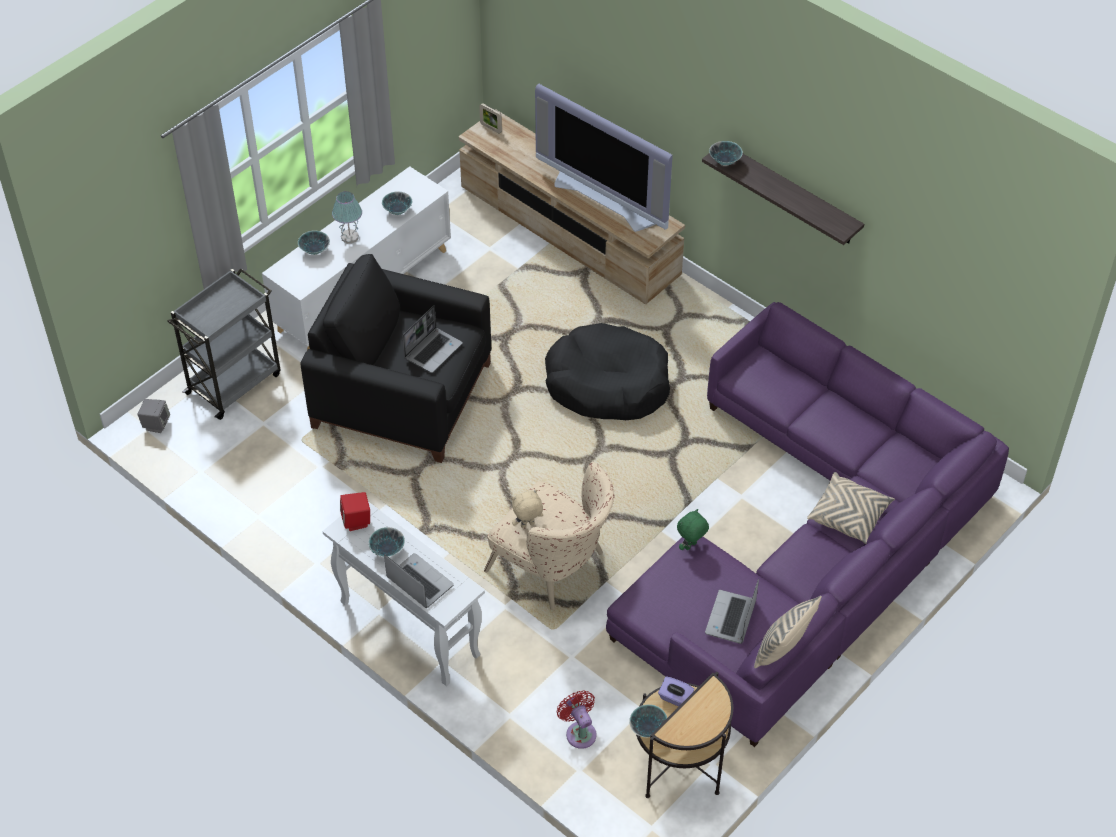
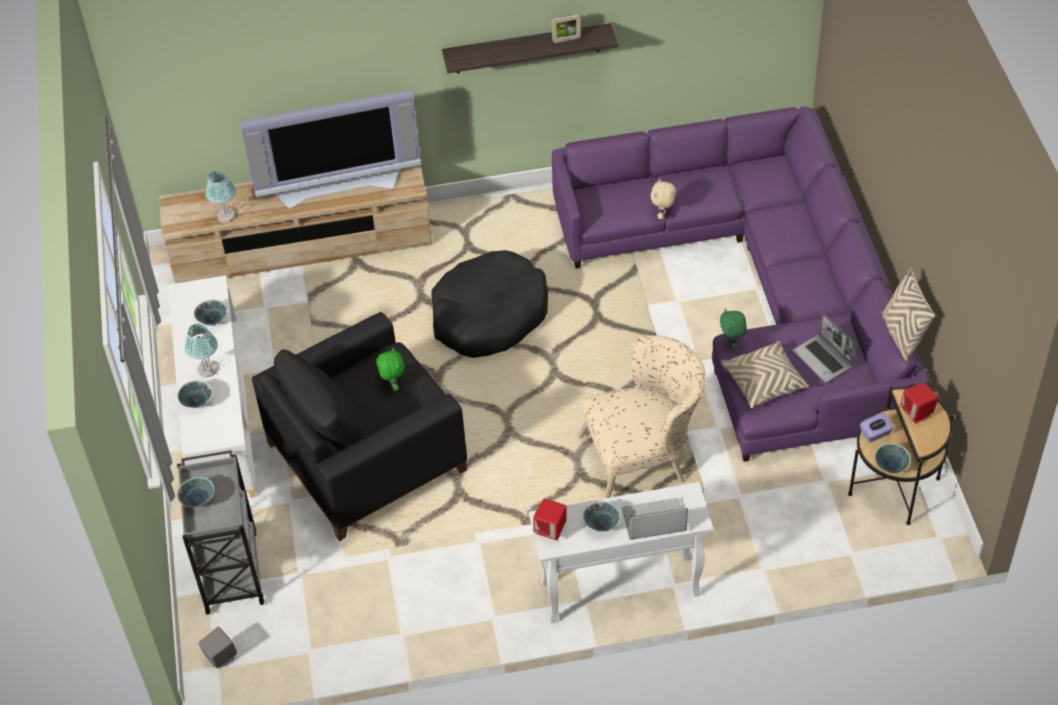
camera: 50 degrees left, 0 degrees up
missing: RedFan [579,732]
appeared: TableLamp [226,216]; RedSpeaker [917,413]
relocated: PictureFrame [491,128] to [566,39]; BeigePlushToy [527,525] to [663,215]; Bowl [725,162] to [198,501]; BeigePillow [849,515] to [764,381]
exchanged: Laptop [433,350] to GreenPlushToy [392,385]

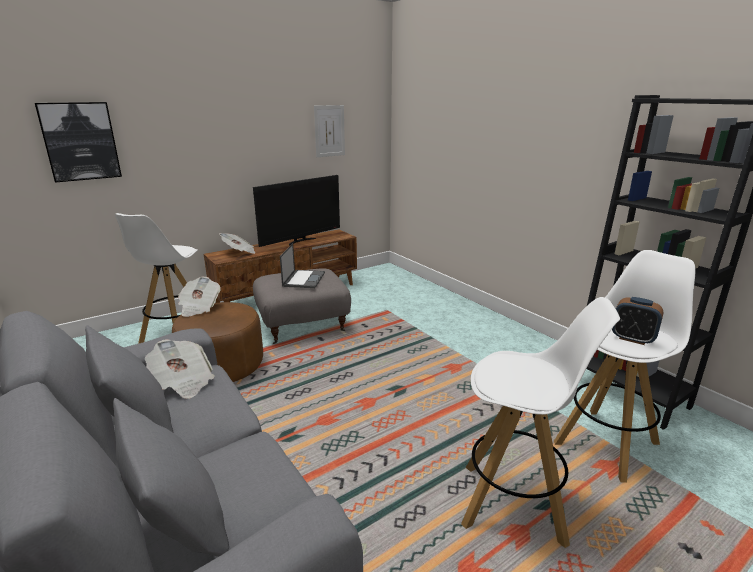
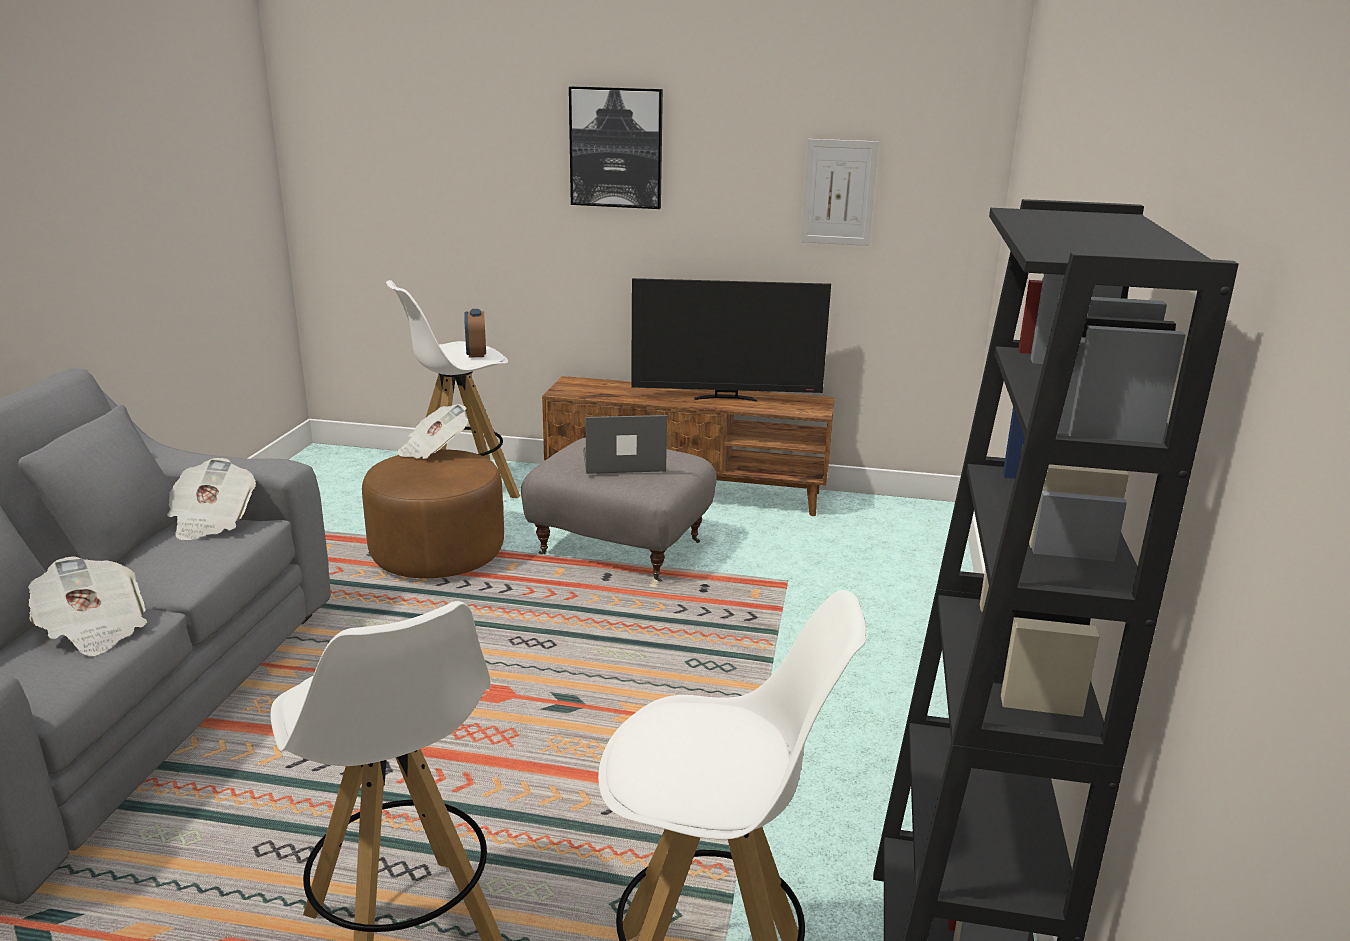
camera: 45 degrees right, 0 degrees up
relocated: Picture [80,141] to [616,148]; Newspaper [239,252] to [93,630]; AlarmClock [632,339] to [476,354]
spun: Laptop [304,279] = [622,461] 150 degrees counterclockwise

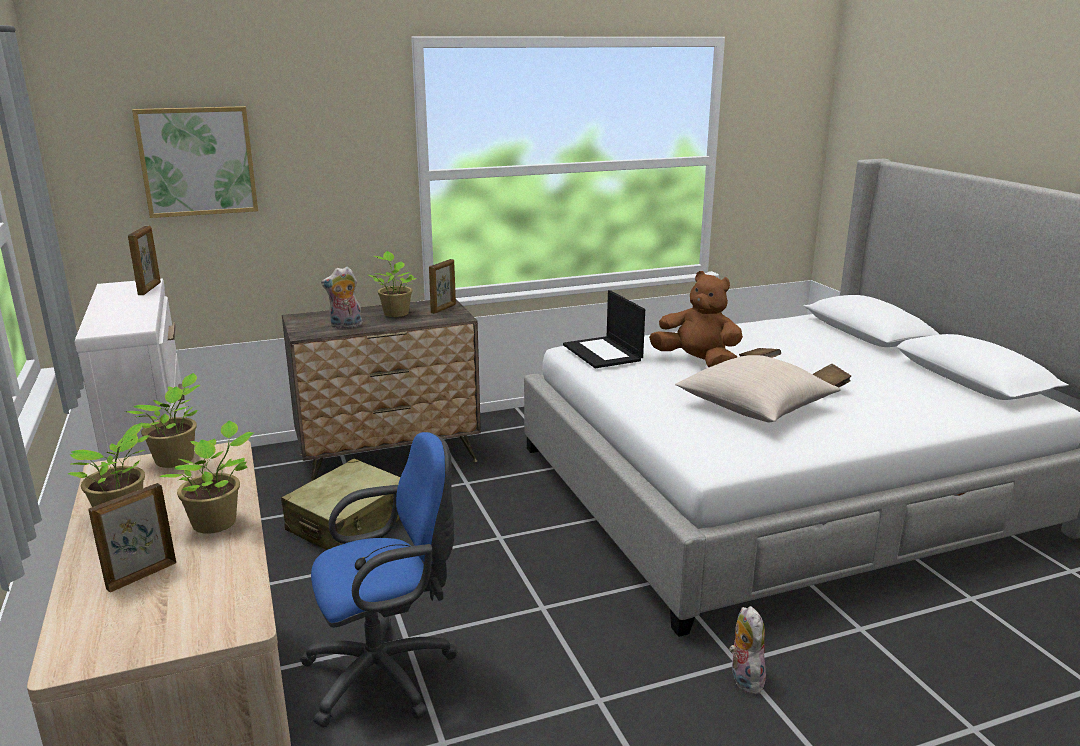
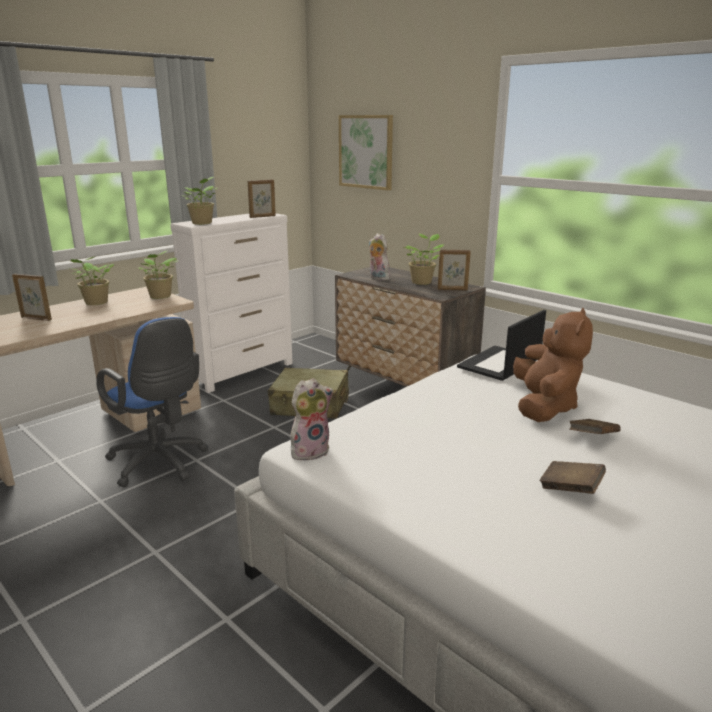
camera: 65 degrees right, 0 degrees up
missing: BeigePillow [755,407]
relocated: PottedPlant [218,523] to [202,223]; PlushToy [743,678] to [310,451]

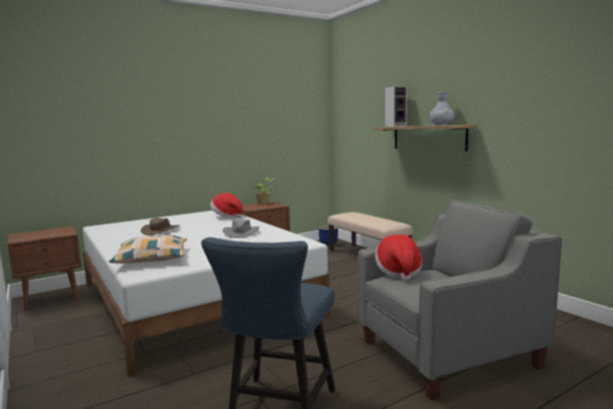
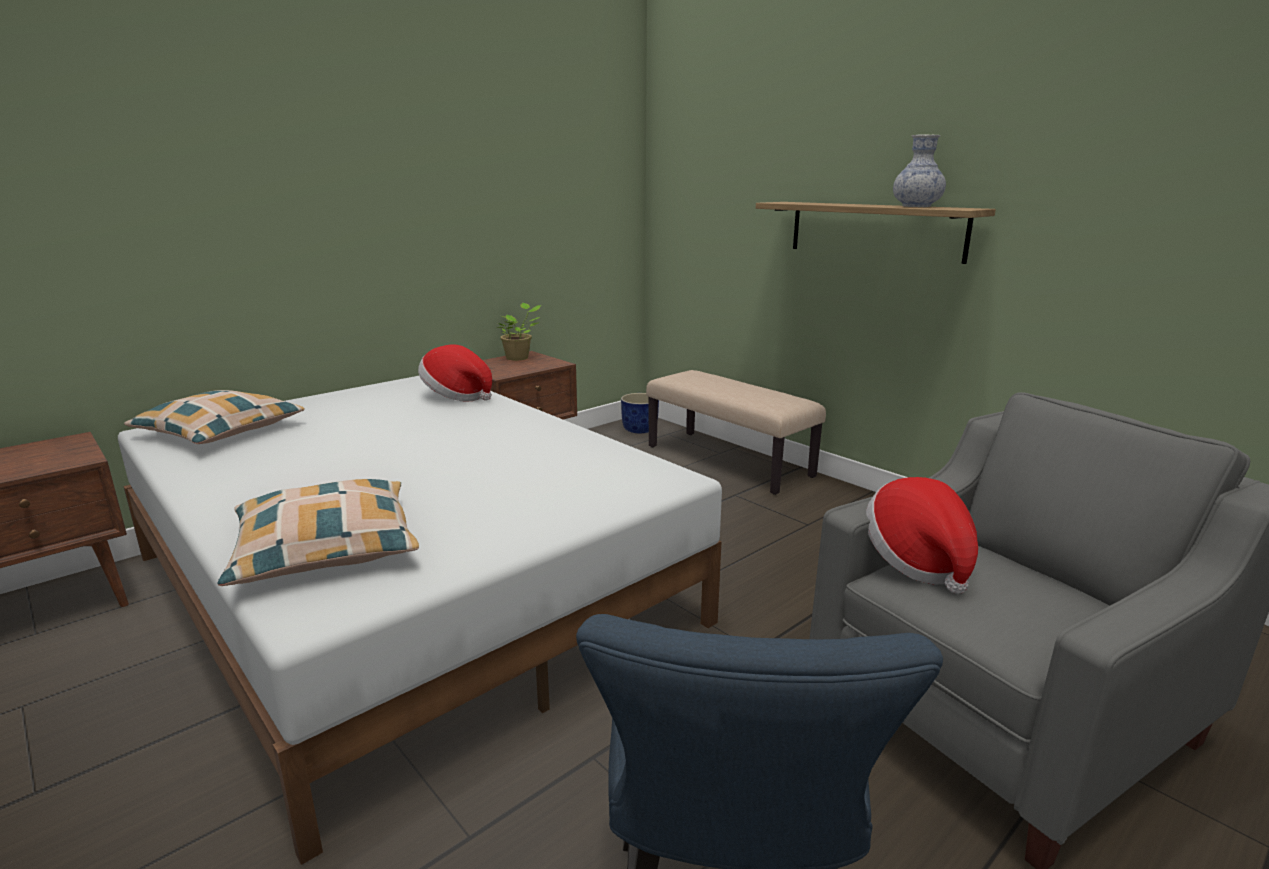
camera: 10 degrees left, 10 degrees up
missing: BrownHat [161,230]; GreyHat [241,232]; Speaker [396,126]
appeared: Pillow [220,431]

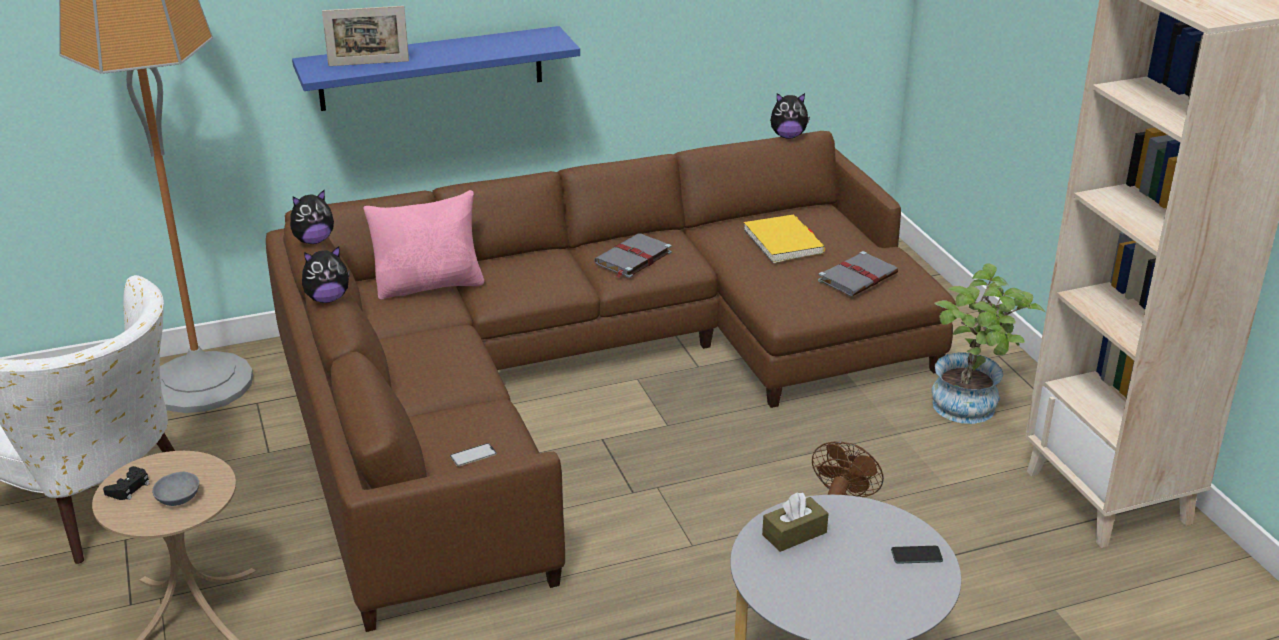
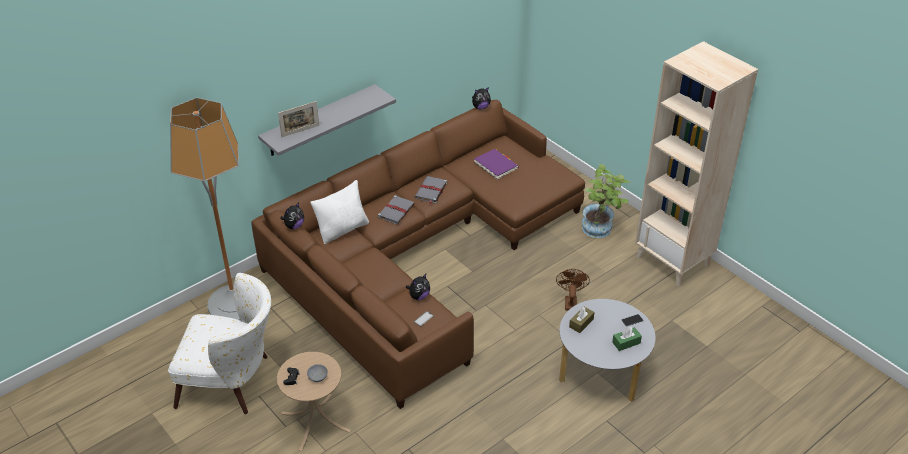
camera: 20 degrees left, 10 degrees up
appeared: GreenTissueBox [626,342]
relocated: PlushToy [327,299] to [419,296]; GreyBook [858,277] to [396,210]
colour: BlueShelf [431,68] to GreyShelf [319,120]; PinkPillow [429,285] to WhitePillow [343,229]; YellowBook [783,242] to PurpleBook [496,165]

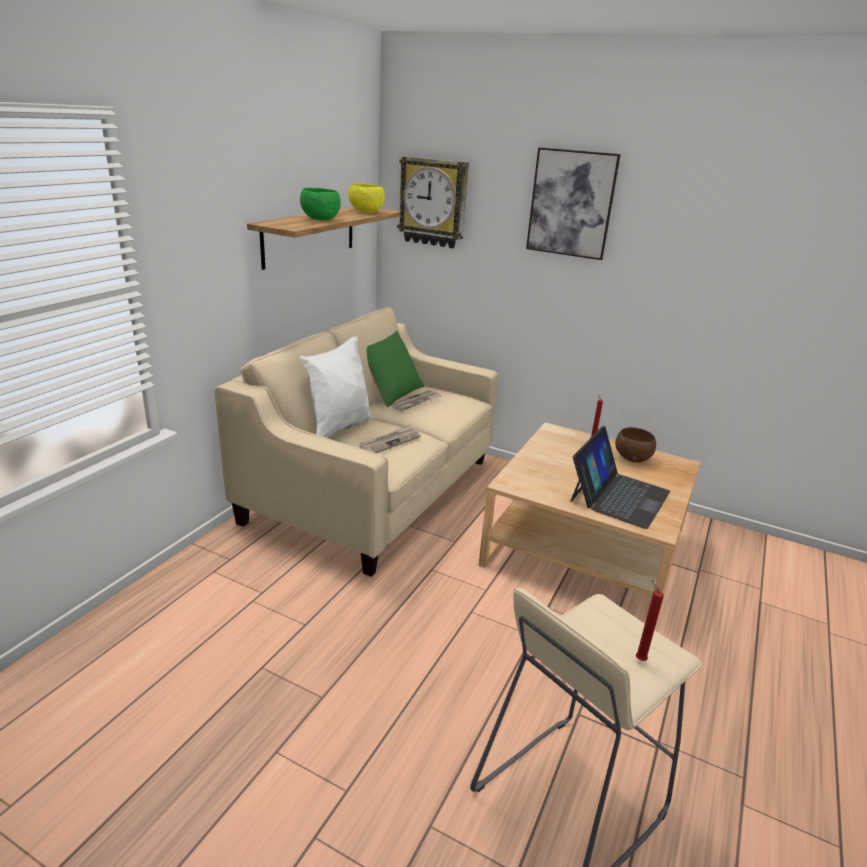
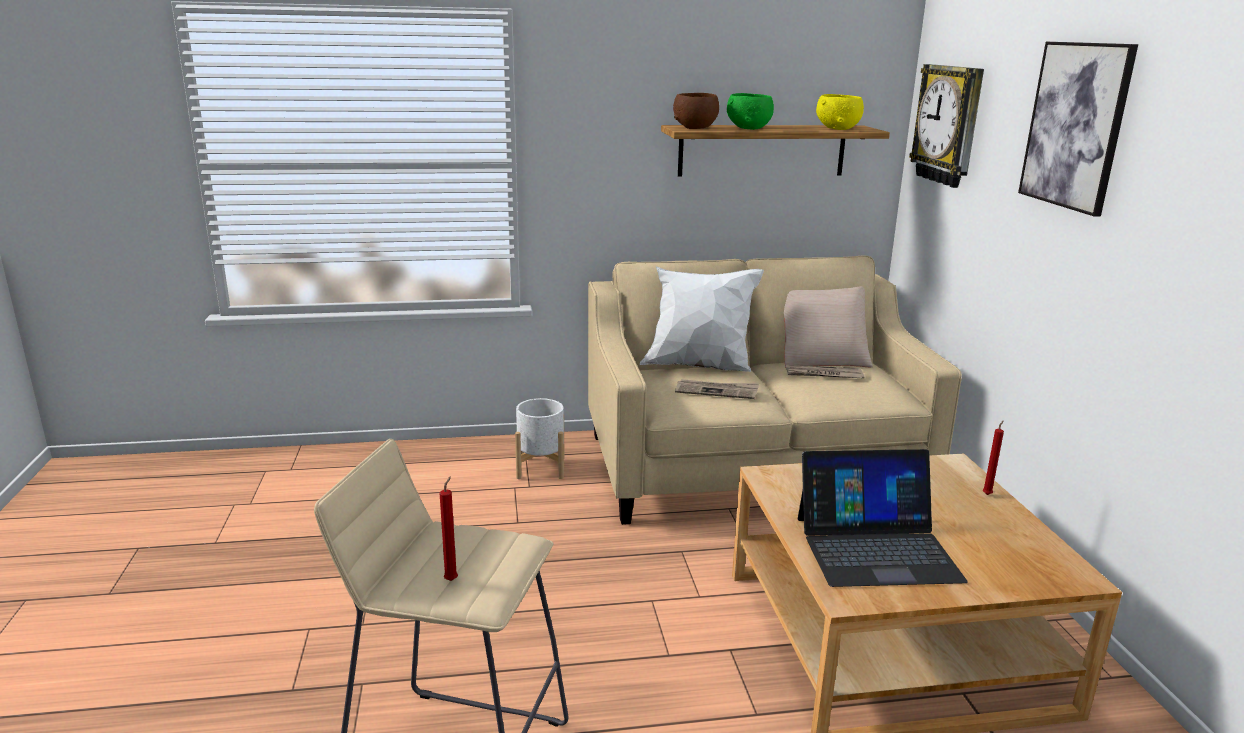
camera: 55 degrees right, 5 degrees down
appeared: WhitePlanter [540,468]
relocated: BrownBowl [633,458] to [695,128]
colour: GreenPillow [390,391] to BeigePillow [821,359]

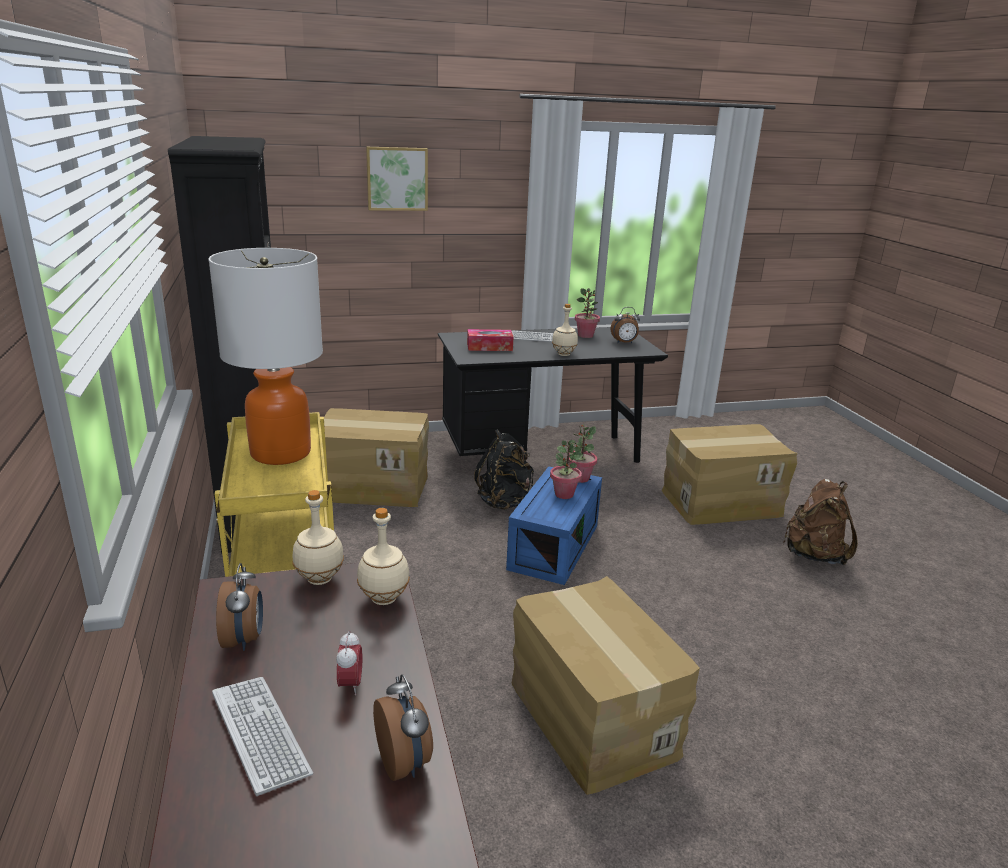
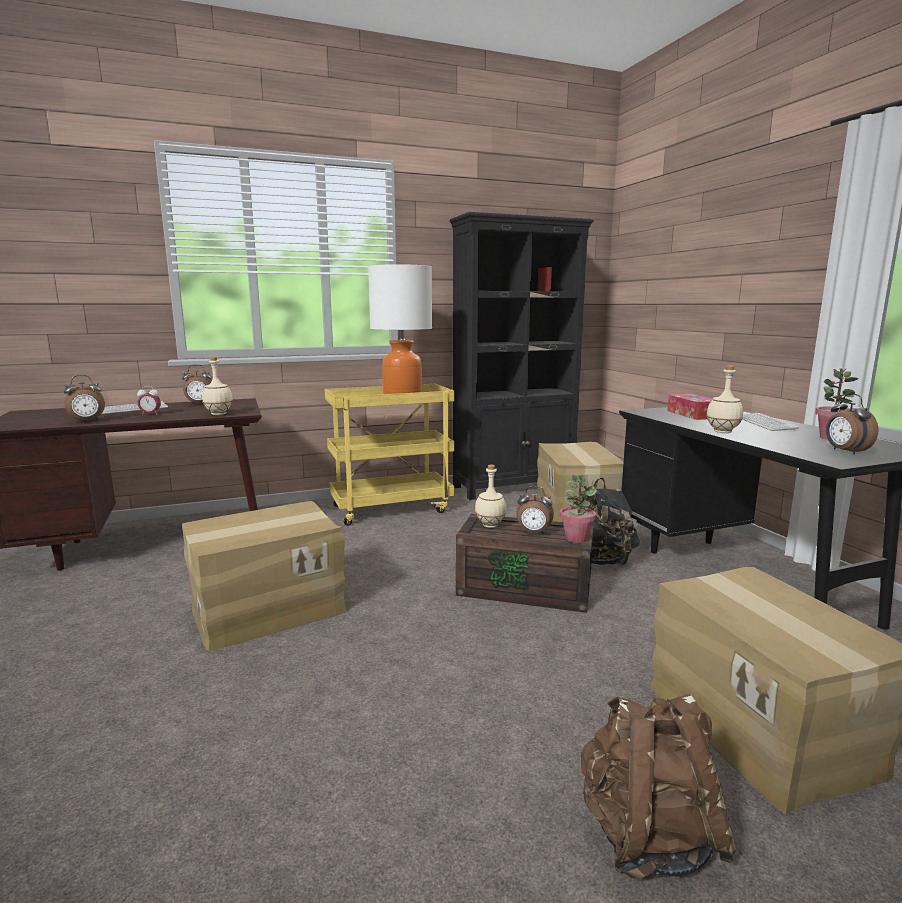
camera: 85 degrees right, 10 degrees down
missing: Picture [397,178]
relocated: BeigeBottle [320,579] to [489,525]
exchanged: PottedPlant [564,494] to AlarmClock [533,533]
colour: BlueStorageBox [552,545] to BrownStorageBox [526,588]

